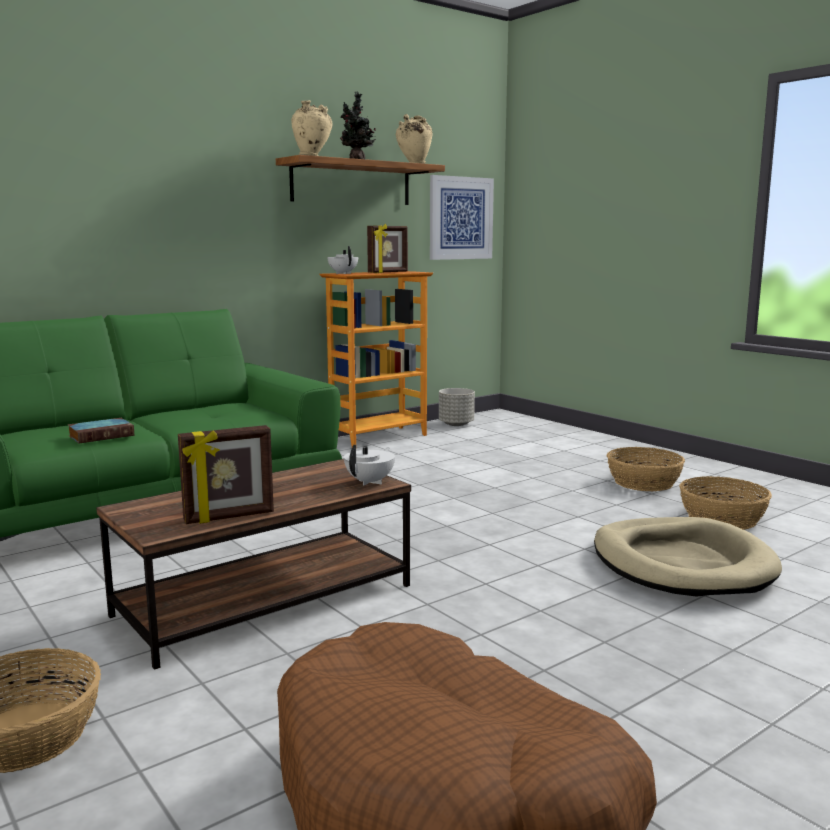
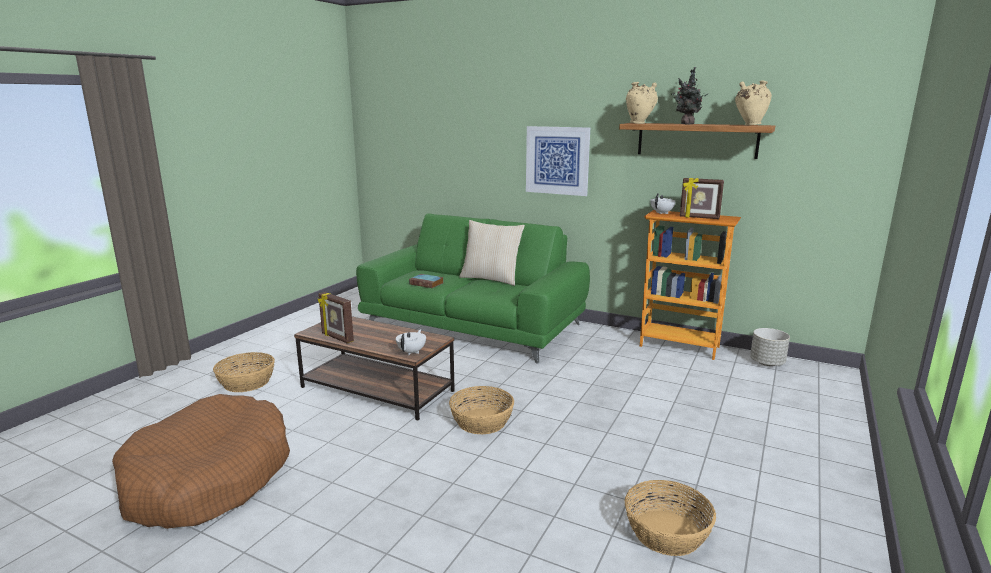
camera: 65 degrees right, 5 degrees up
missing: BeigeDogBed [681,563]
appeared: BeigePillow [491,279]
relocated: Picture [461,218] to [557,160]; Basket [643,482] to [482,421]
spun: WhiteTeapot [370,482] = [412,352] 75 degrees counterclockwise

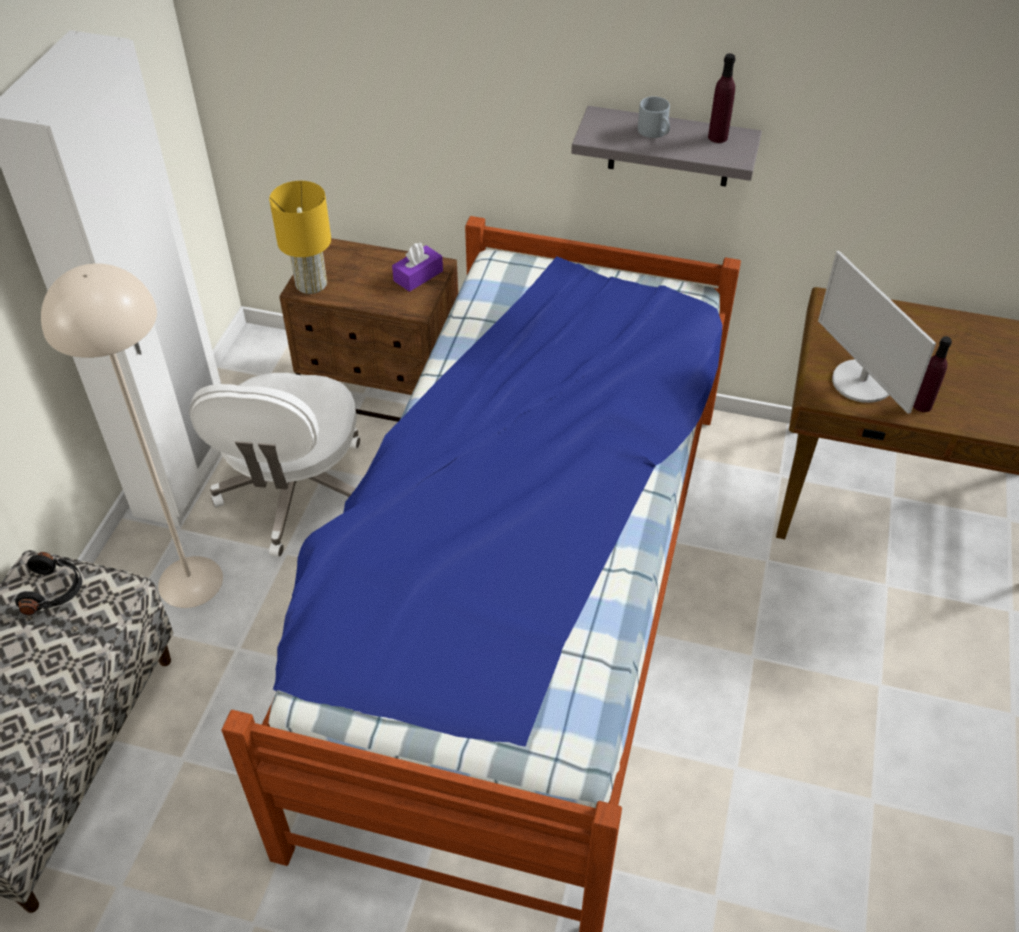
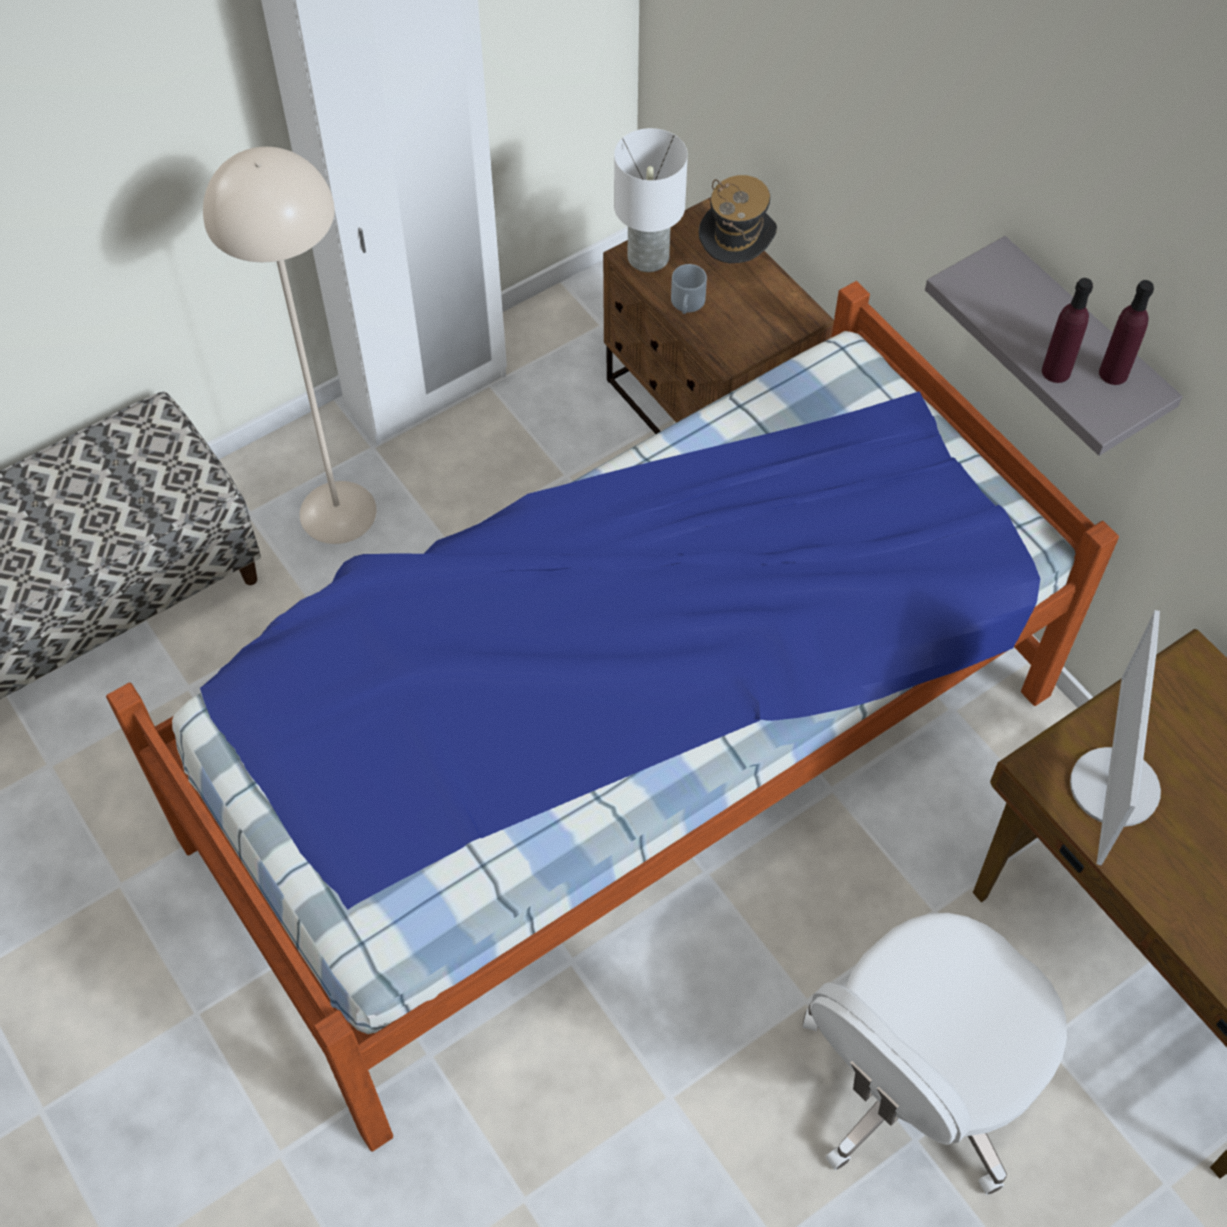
camera: 40 degrees right, 10 degrees up
missing: BlackHeadphones [55,590]; PurpleTissueBox [418,276]
appeared: Hat [735,261]
relocated: WhiteOfficeChair [296,493] to [917,1079]; GreyMug [656,132] to [687,304]; PurpleBottle [922,405] to [1056,371]
colour: YellowTableLamp [312,284] to WhiteTableLamp [648,258]

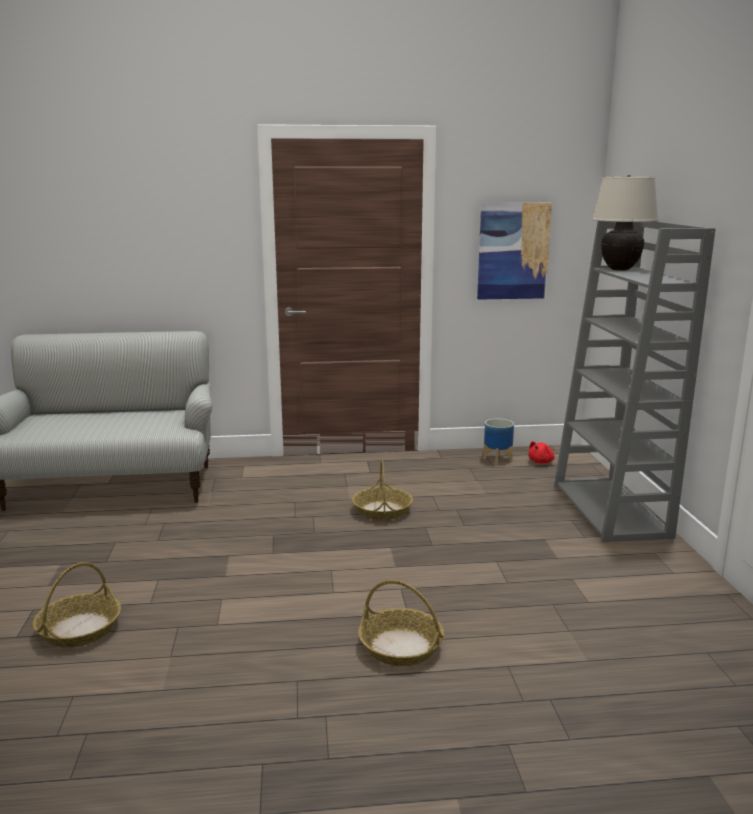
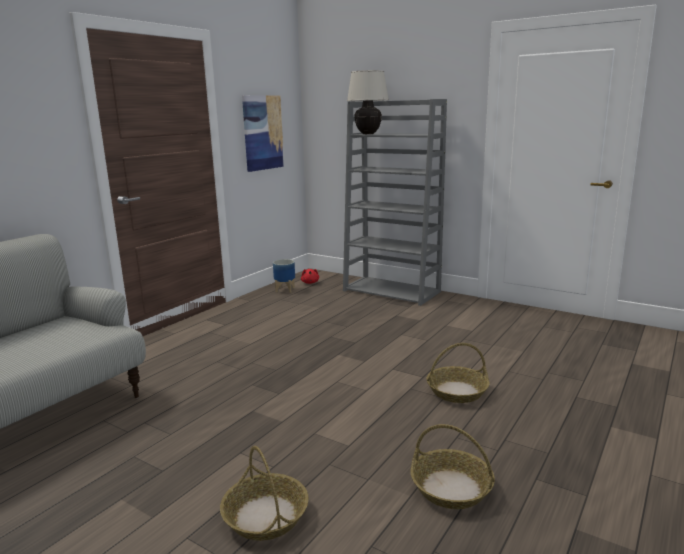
camera: 50 degrees left, 0 degrees up
relocated: Basket [382,510] to [451,488]

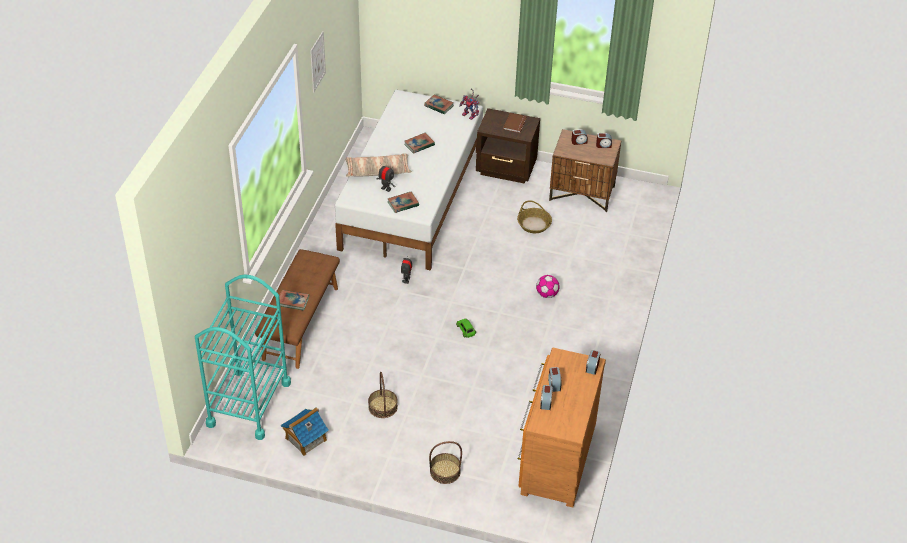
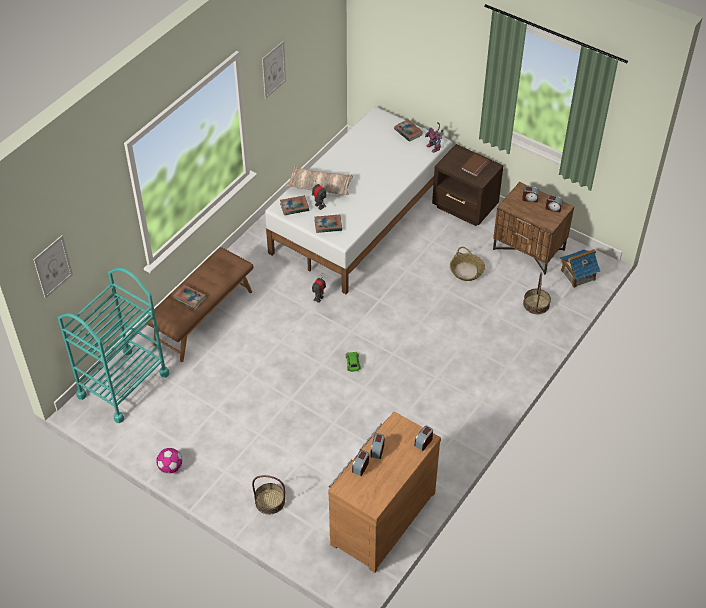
camera: 20 degrees right, 5 degrees up
appeared: Picture [53,266]
relocated: ToyHouse [305,439] to [577,275]; Basket [382,407] to [536,304]; Book [419,145] to [294,207]; Football [547,294] to [170,467]

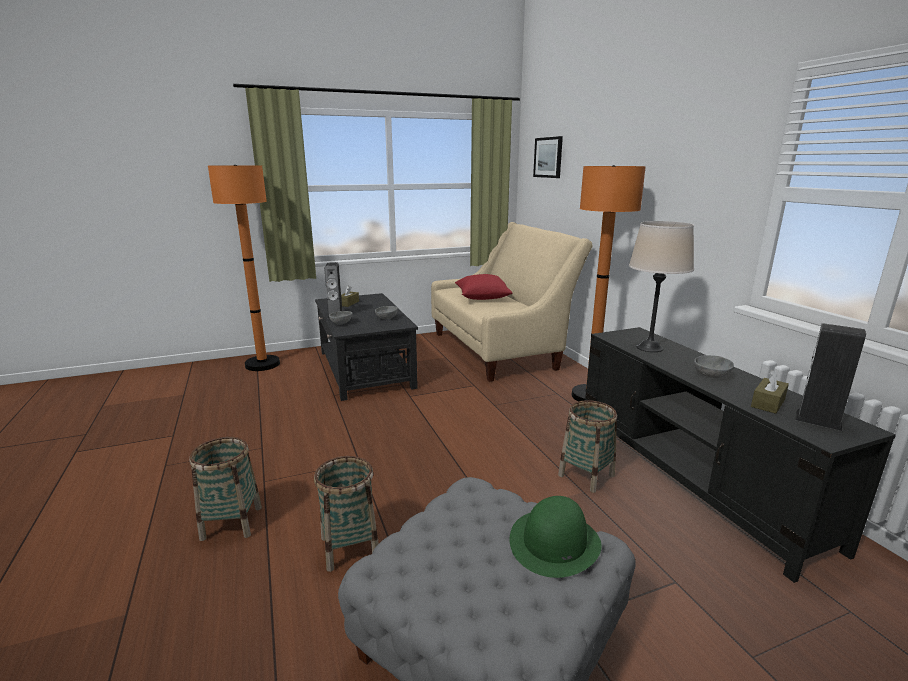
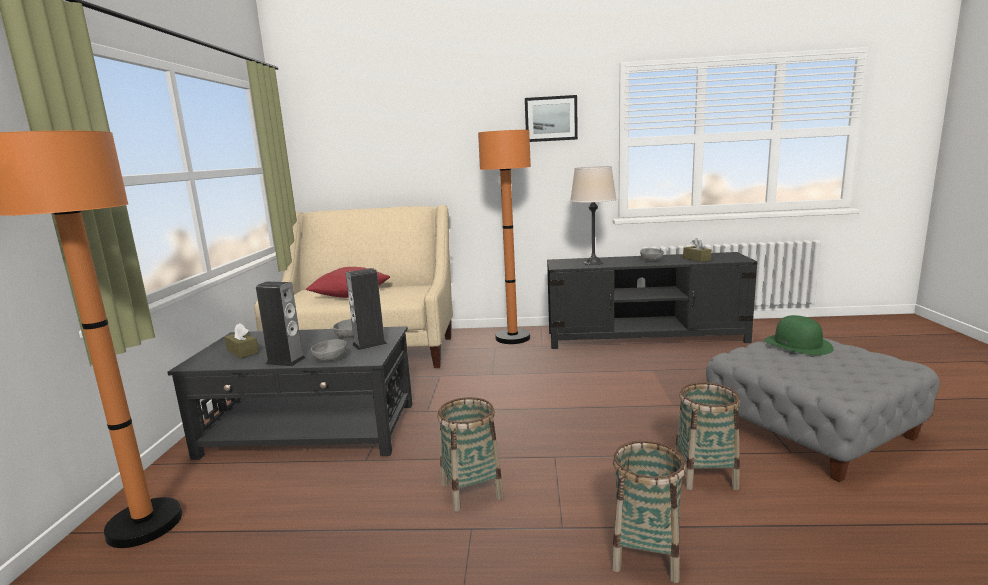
camera: 65 degrees left, 5 degrees down
relocated: Picture [548,157] to [551,119]; Basket [586,475] to [471,491]; Speaker [818,420] to [369,344]

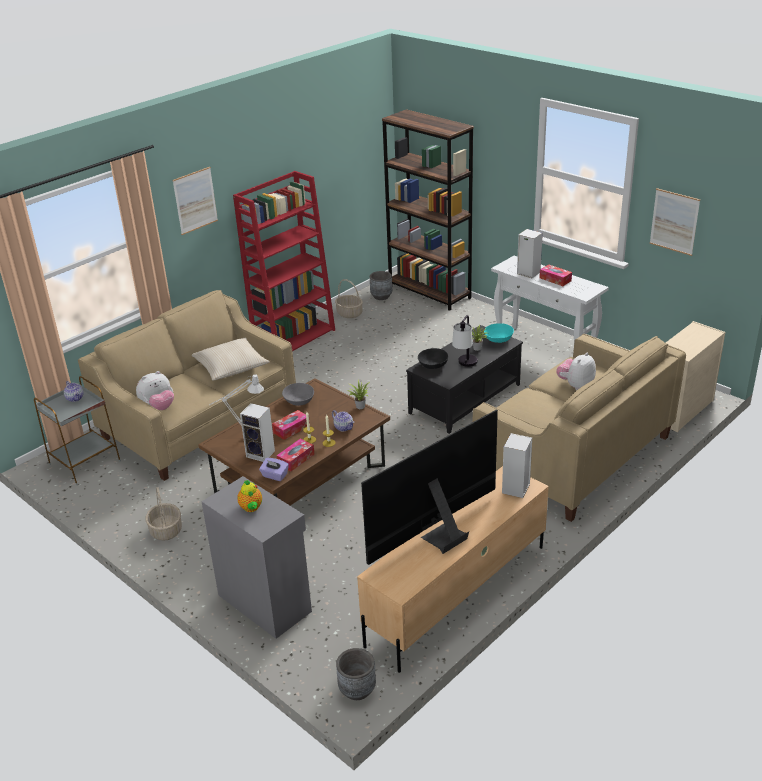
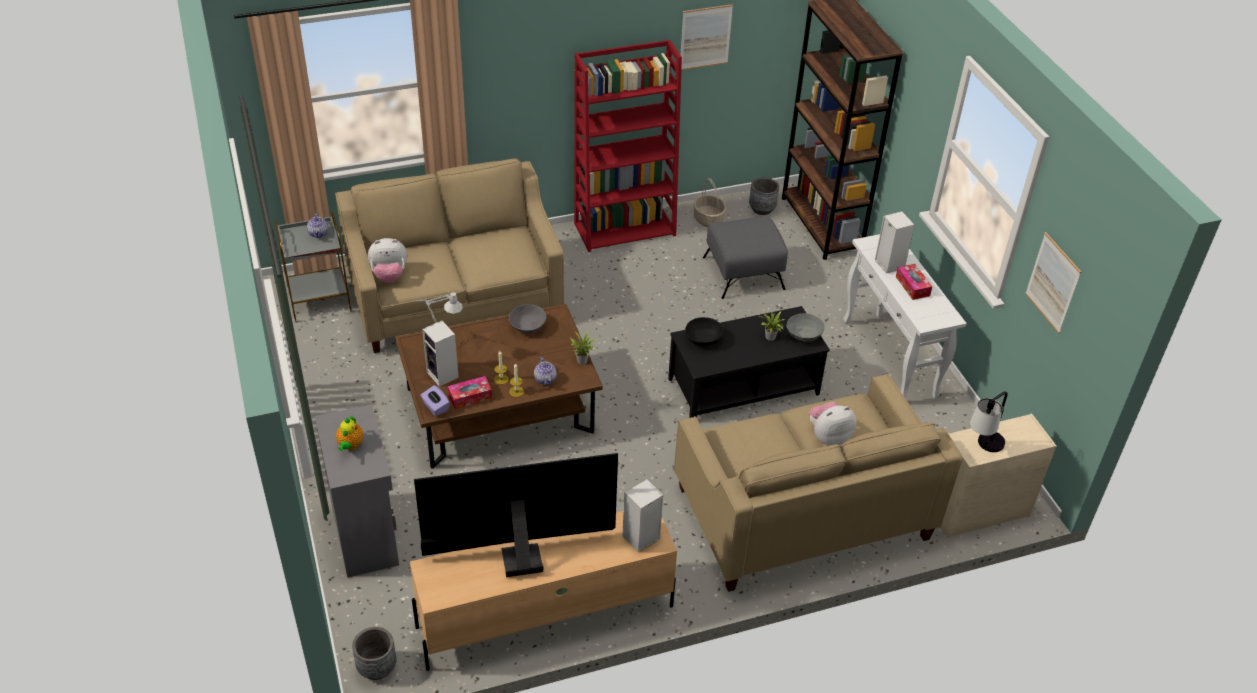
camera: 25 degrees right, 10 degrees up
missing: Basket [165,530]; BeigePillow [231,366]; TissueBox [291,429]
appeared: GreyOttoman [744,273]
relocated: Picture [195,200] to [705,37]; TableLamp [465,366] to [983,449]
colour: TurquoiseBowl [498,339] to GreyBowl [804,335]

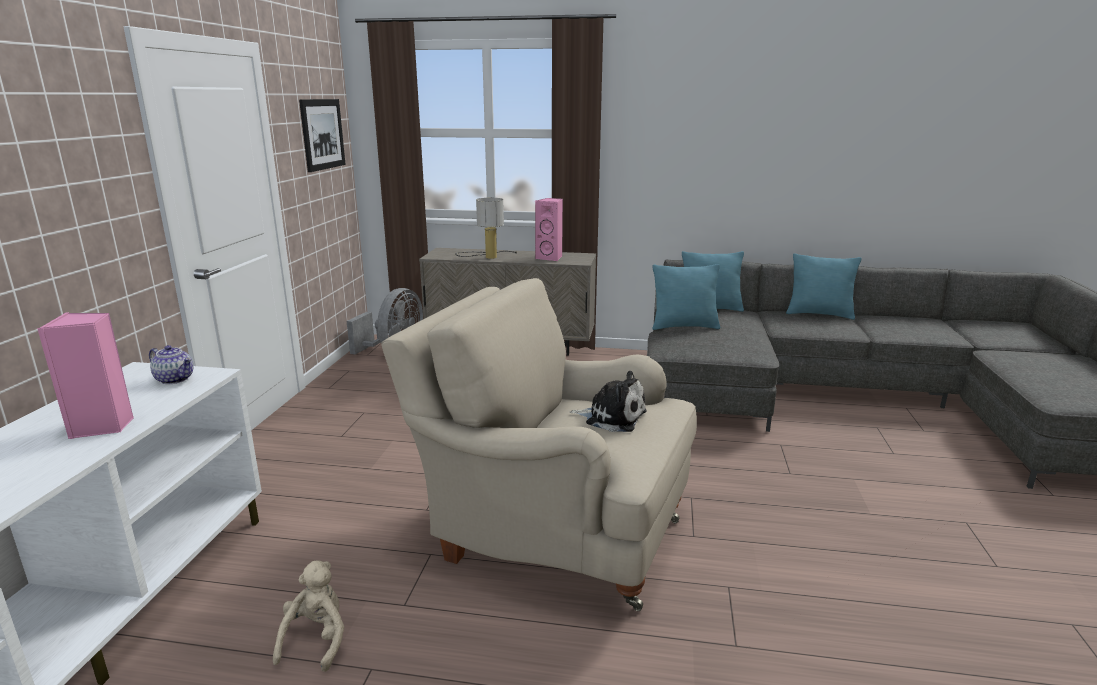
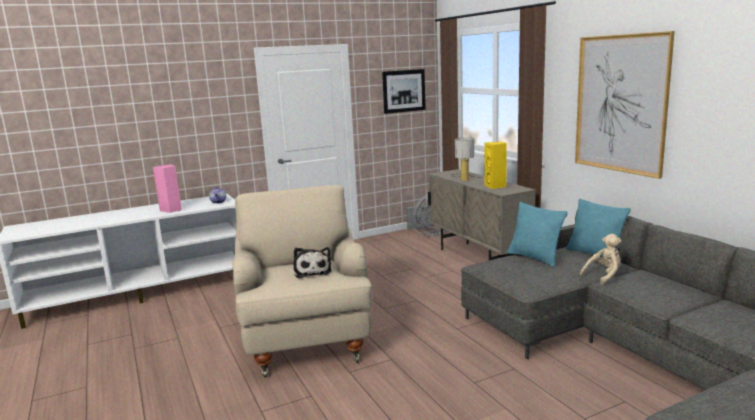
camera: 55 degrees right, 5 degrees down
missing: TurquoisePillow [819,314]
appeared: Picture [620,104]
relocated: BeigePlushToy [316,640] to [604,276]
colour: PinkSpeaker [550,258] to YellowSpeaker [495,186]

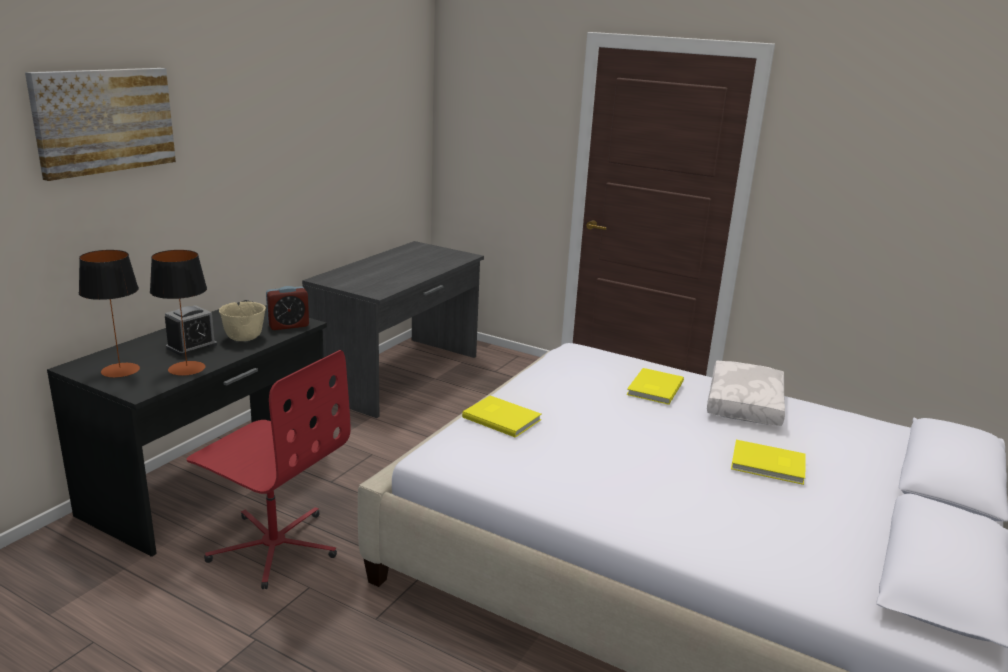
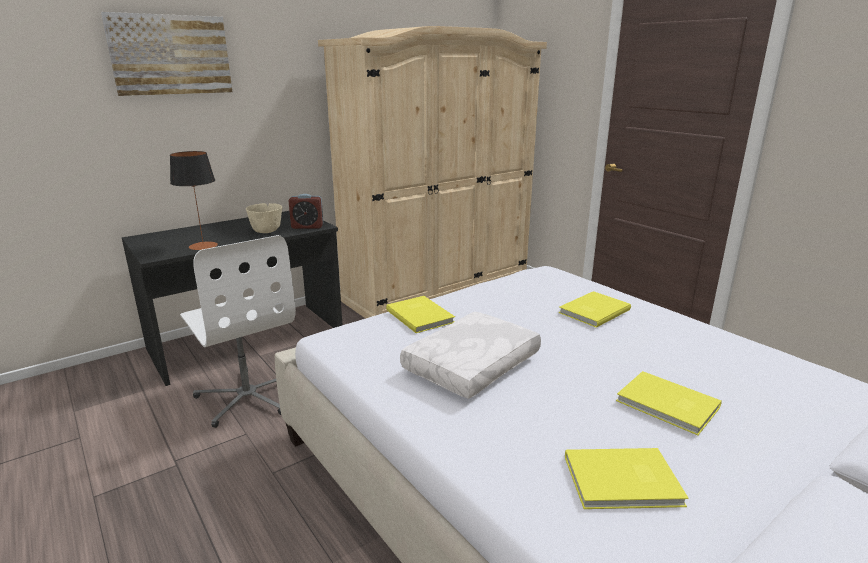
camera: 25 degrees right, 0 degrees up
missing: TableLamp [120,370]; AlarmClock [192,346]
appeared: YellowBook [624,482]
relocated: WhitePillow [746,405] to [472,366]
exchanged: GreyDesk [398,375] to BeigeWardrobe [437,287]
colour: RedOfficeChair [274,546] to WhiteOfficeChair [248,396]

